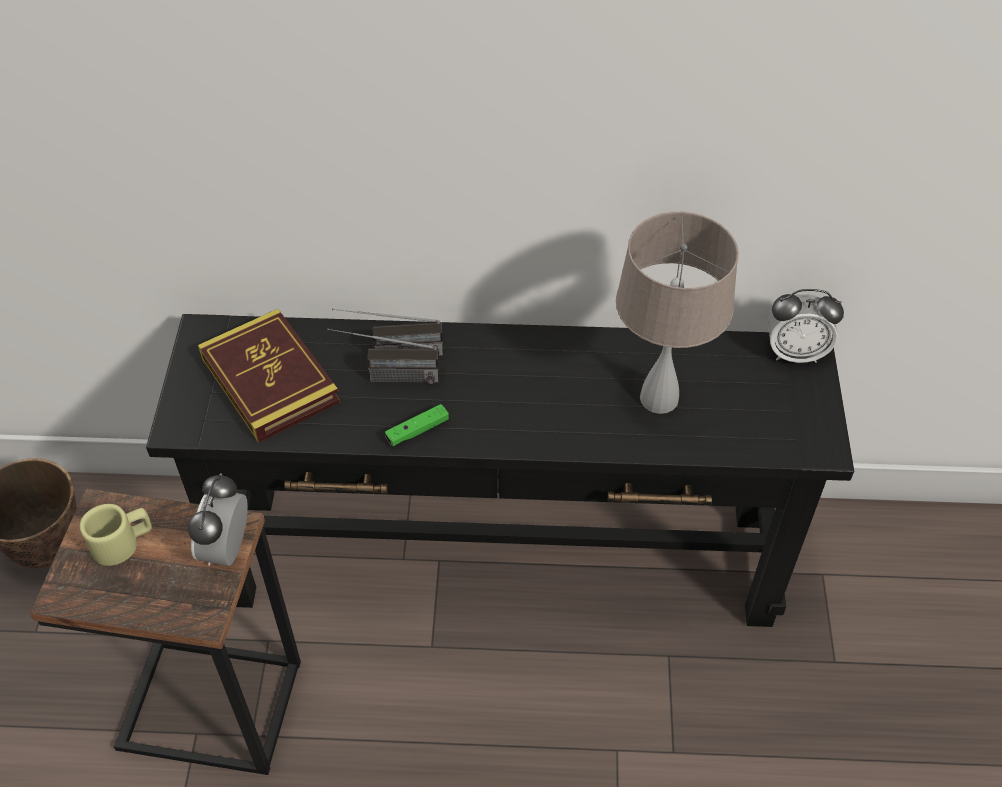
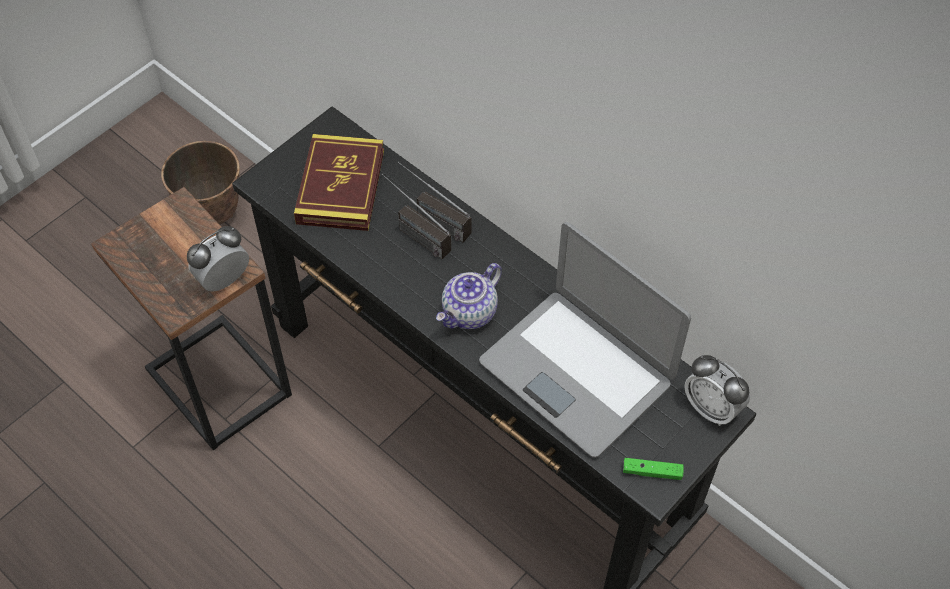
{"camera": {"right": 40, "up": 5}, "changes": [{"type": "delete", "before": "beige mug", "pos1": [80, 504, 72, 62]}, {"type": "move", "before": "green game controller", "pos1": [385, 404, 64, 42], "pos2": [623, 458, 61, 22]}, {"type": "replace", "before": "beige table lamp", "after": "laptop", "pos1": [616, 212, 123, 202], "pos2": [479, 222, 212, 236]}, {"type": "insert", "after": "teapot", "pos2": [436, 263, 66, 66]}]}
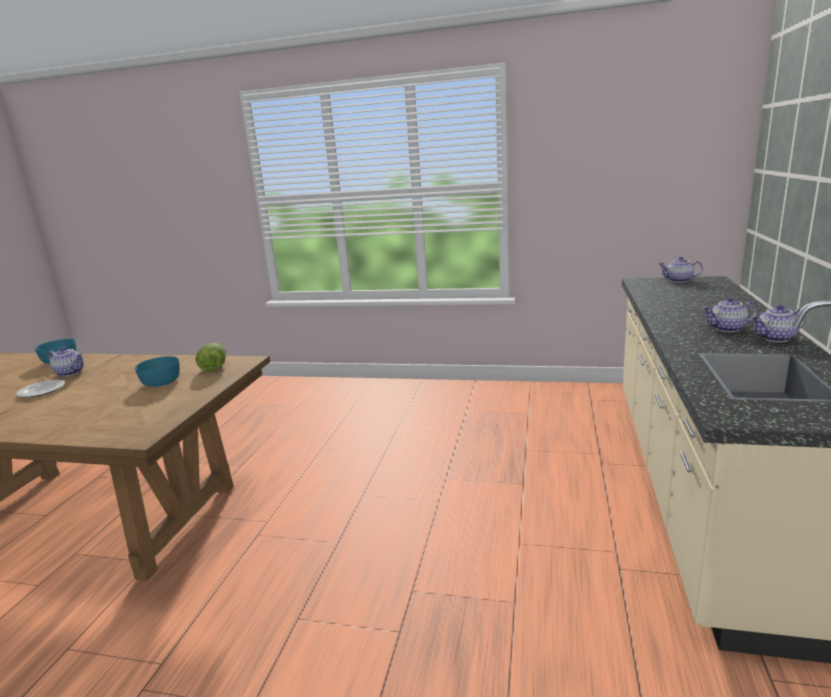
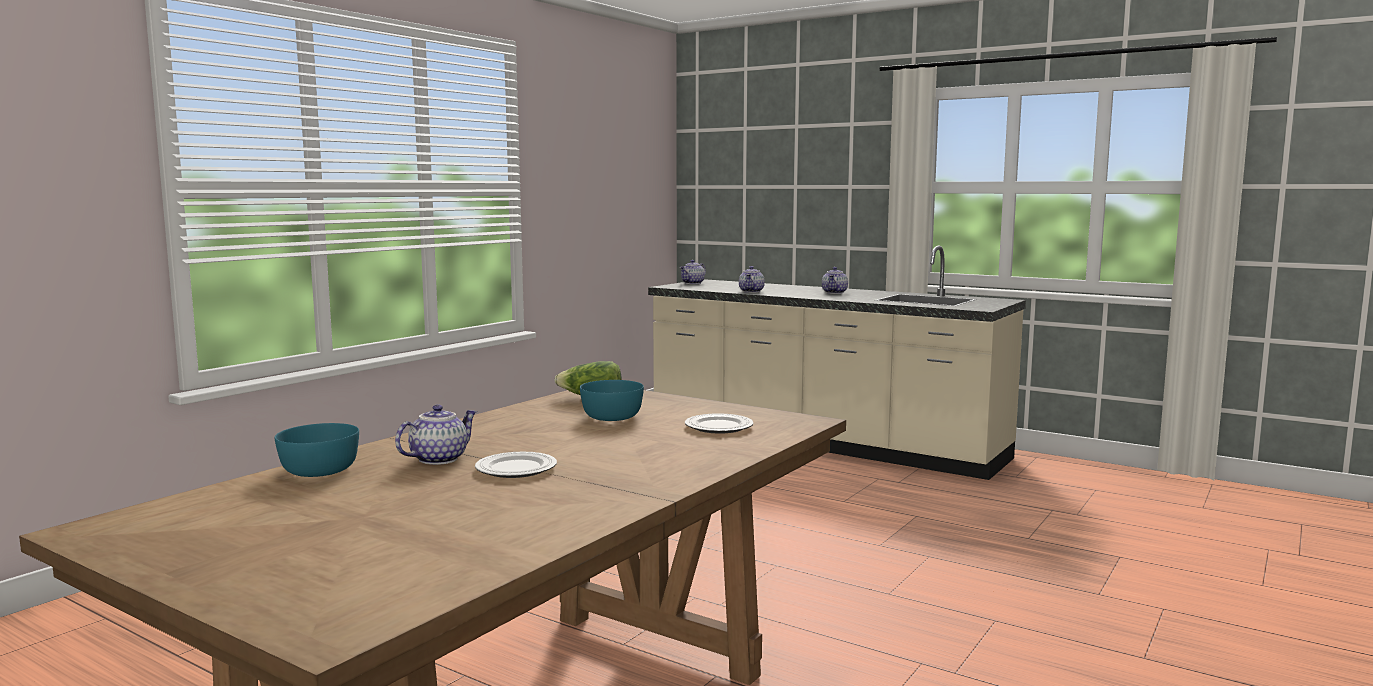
{"camera": {"right": -70, "up": -10}, "changes": [{"type": "move", "before": "teapot", "pos1": [751, 305, 55, 37], "pos2": [739, 266, 26, 27]}, {"type": "insert", "after": "plate", "pos2": [685, 413, 69, 21]}]}
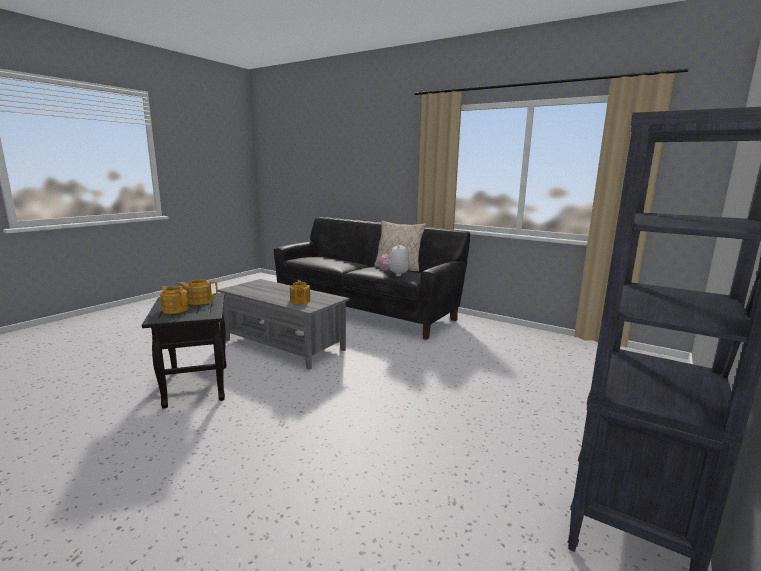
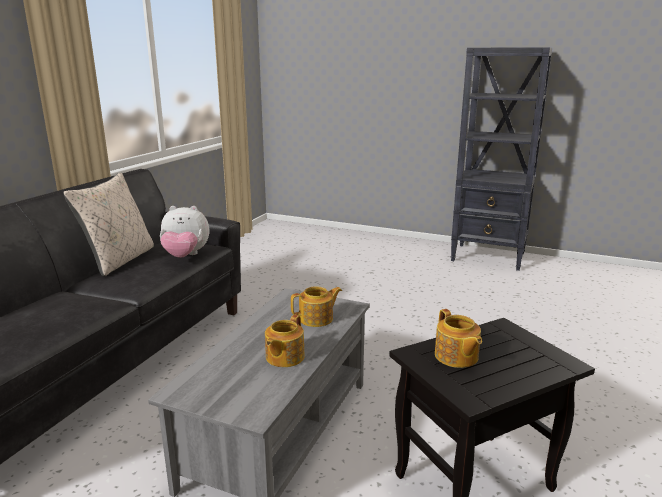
{"camera": {"right": -100, "up": 5}, "changes": [{"type": "move", "before": "teapot", "pos1": [160, 286, 29, 28], "pos2": [265, 315, 40, 52]}]}
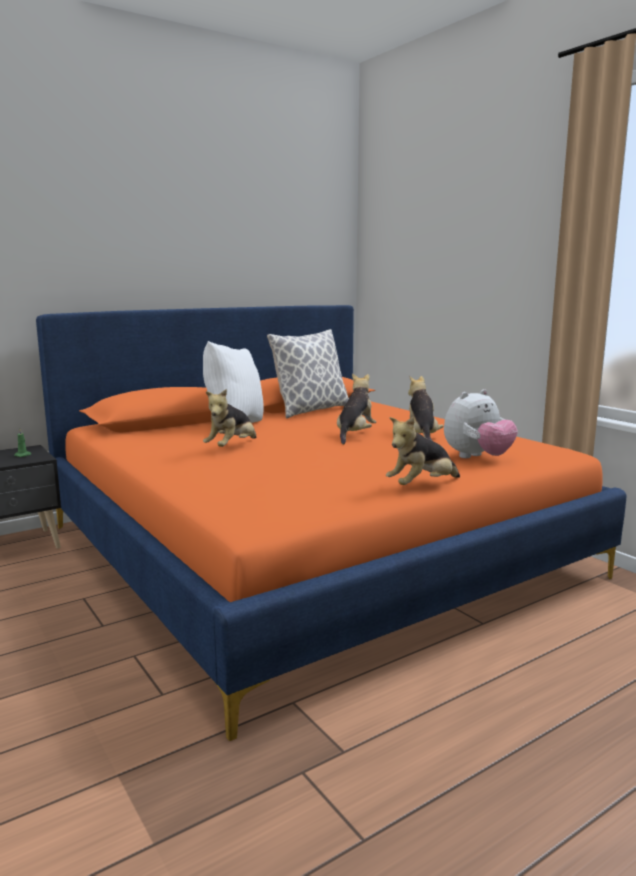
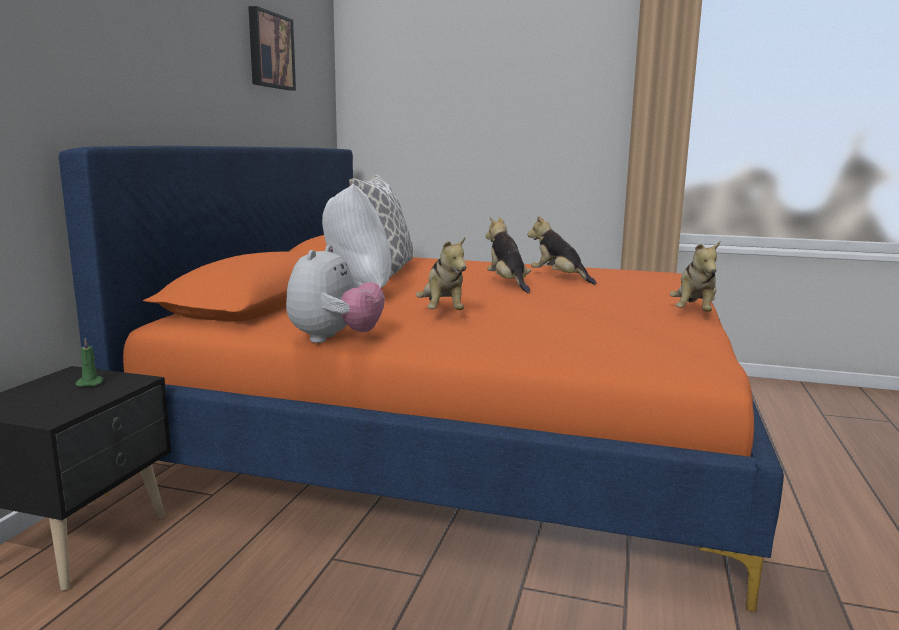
{"camera": {"right": -40, "up": 0}, "changes": [{"type": "move", "before": "plush toy", "pos1": [444, 389, 74, 69], "pos2": [286, 245, 99, 98]}, {"type": "insert", "after": "picture", "pos2": [248, 6, 48, 84]}]}
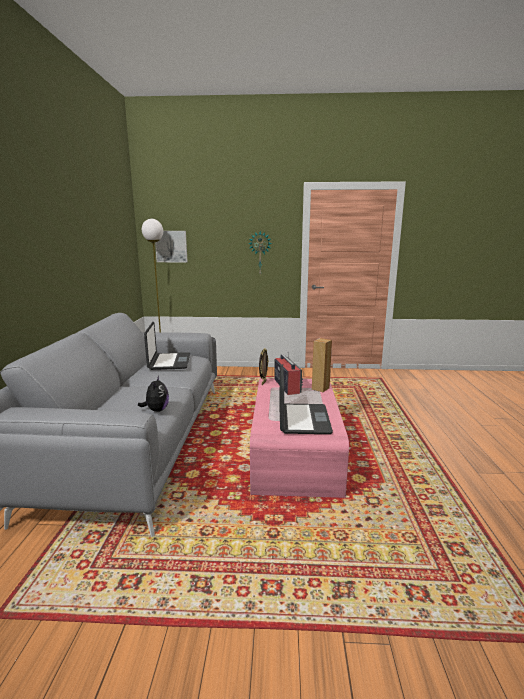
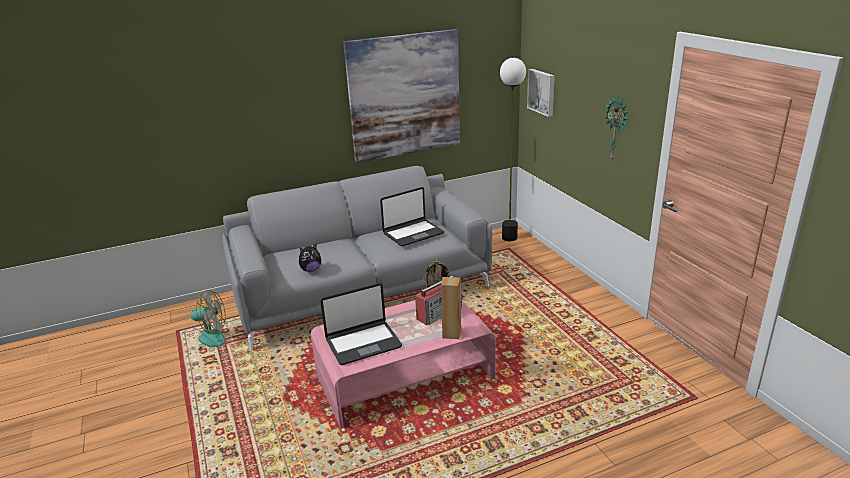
{"camera": {"right": 65, "up": 10}, "changes": [{"type": "insert", "after": "fan", "pos2": [187, 290, 39, 60]}, {"type": "insert", "after": "picture", "pos2": [343, 29, 117, 134]}]}
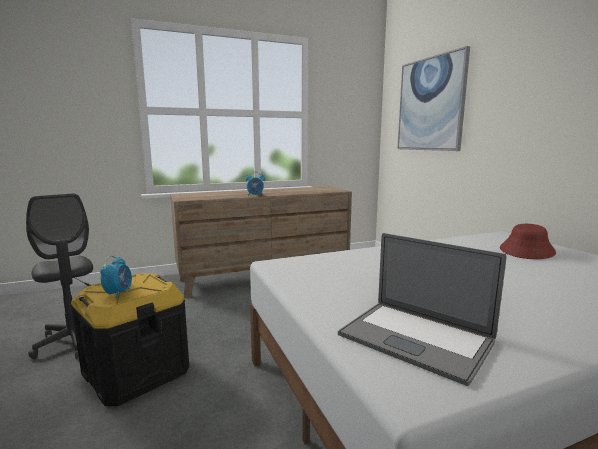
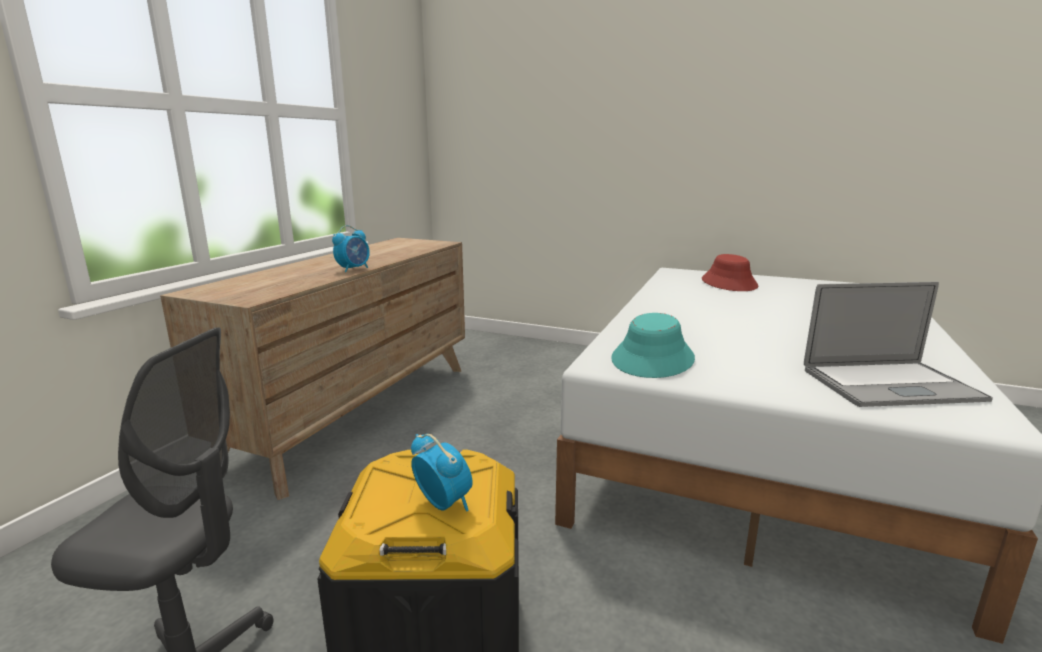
{"camera": {"right": -45, "up": 5}, "changes": [{"type": "delete", "before": "picture", "pos1": [397, 46, 73, 105]}, {"type": "insert", "after": "turquoise hat", "pos2": [611, 313, 84, 65]}]}
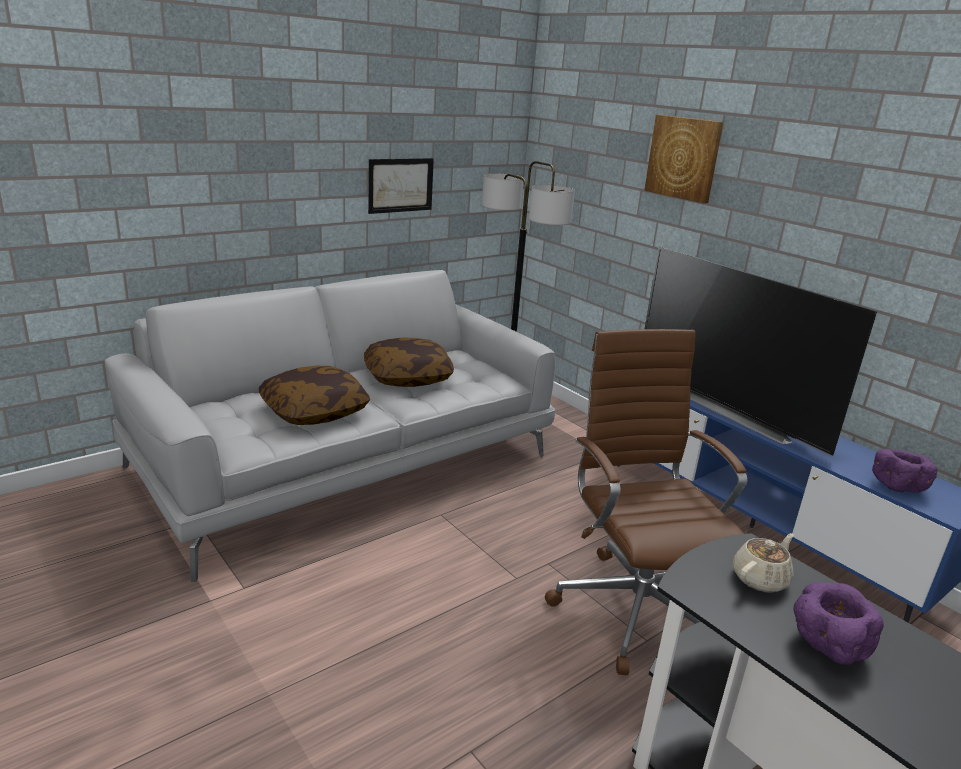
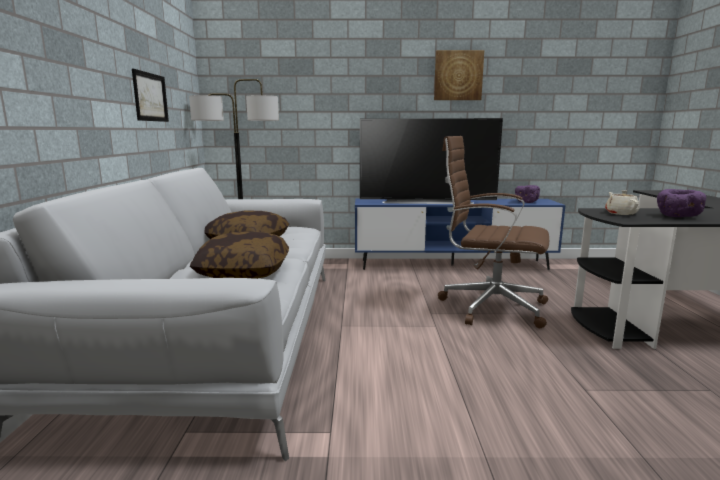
{"camera": {"right": -50, "up": -10}, "changes": [{"type": "move", "before": "picture", "pos1": [644, 115, 79, 89], "pos2": [434, 50, 50, 50]}]}
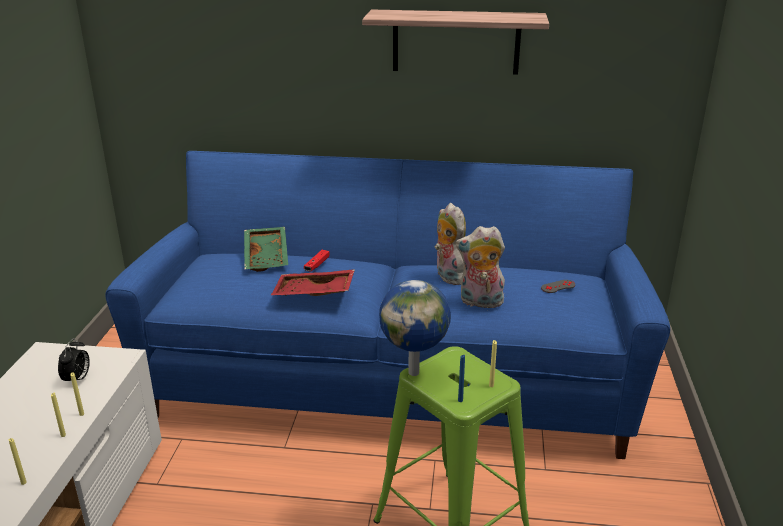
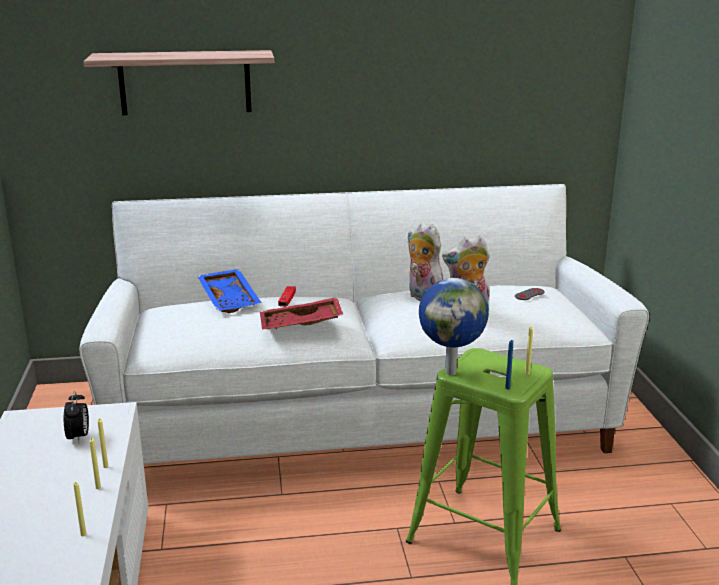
{"camera": {"right": -15, "up": -5}, "changes": [{"type": "recolor", "before": "blue sofa", "after": "white sofa", "pos1": [105, 151, 565, 308], "pos2": [79, 184, 570, 280]}, {"type": "recolor", "before": "green tray", "after": "blue tray", "pos1": [244, 227, 44, 45], "pos2": [197, 269, 65, 44]}, {"type": "move", "before": "shelf", "pos1": [362, 10, 187, 65], "pos2": [83, 50, 191, 65]}]}
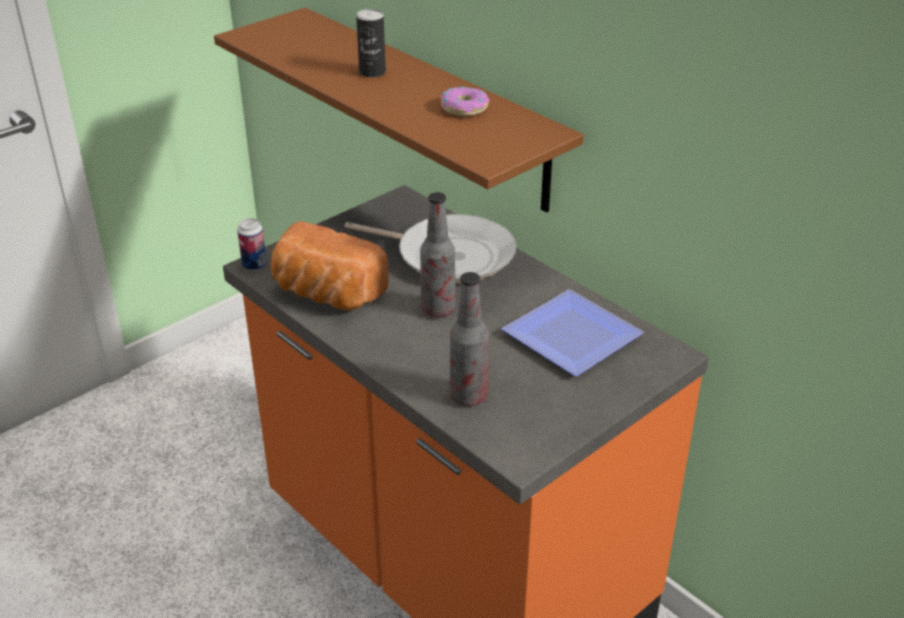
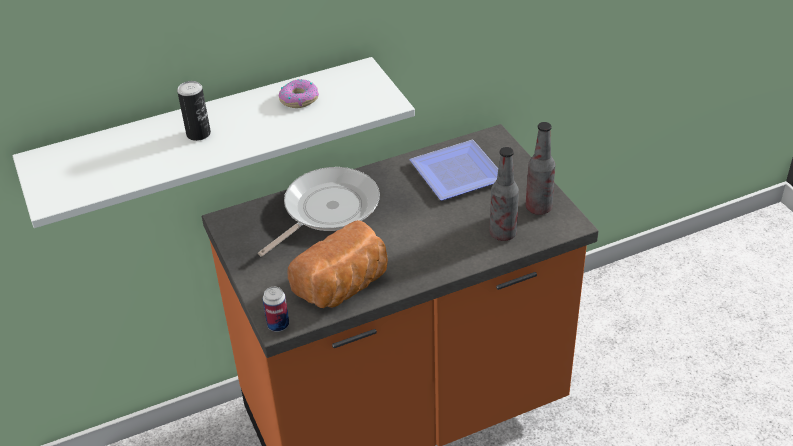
{"camera": {"right": -70, "up": 5}, "changes": [{"type": "recolor", "before": "brown shelf", "after": "white shelf", "pos1": [214, 8, 370, 205], "pos2": [13, 57, 402, 171]}, {"type": "move", "before": "bottle", "pos1": [420, 192, 35, 125], "pos2": [526, 122, 29, 93]}]}
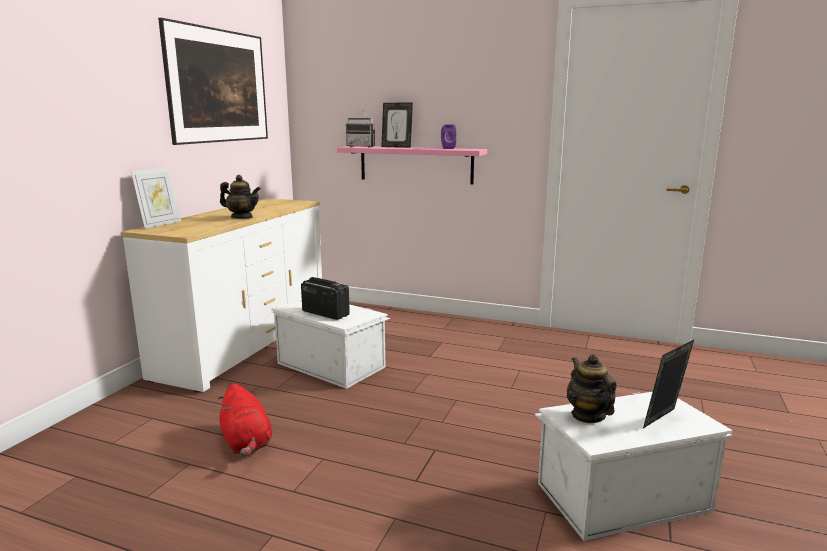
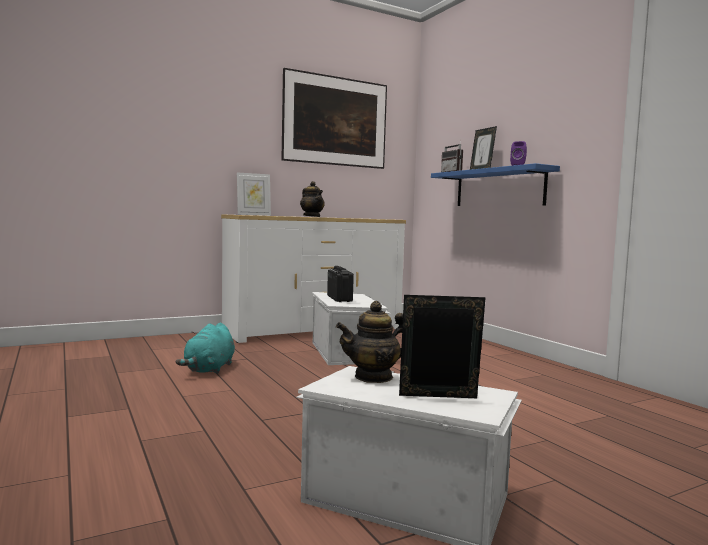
{"camera": {"right": 40, "up": -10}, "changes": [{"type": "recolor", "before": "red plush toy", "after": "turquoise plush toy", "pos1": [218, 383, 54, 73], "pos2": [175, 323, 60, 51]}, {"type": "recolor", "before": "pink shelf", "after": "blue shelf", "pos1": [337, 146, 150, 38], "pos2": [431, 163, 129, 43]}, {"type": "rotate", "before": "teapot", "pos1": [567, 354, 50, 69], "pos2": [336, 301, 67, 82], "turn": -135}]}
